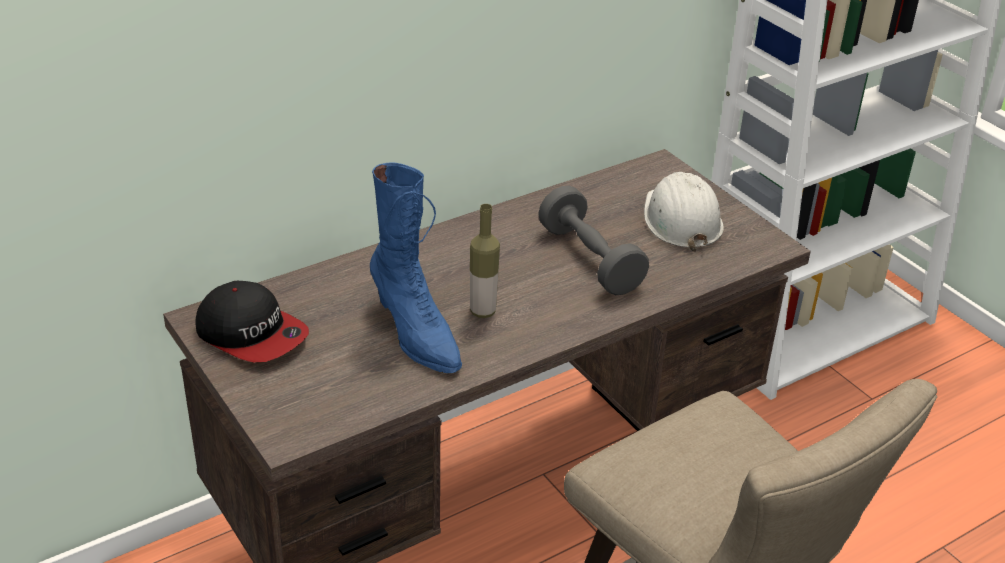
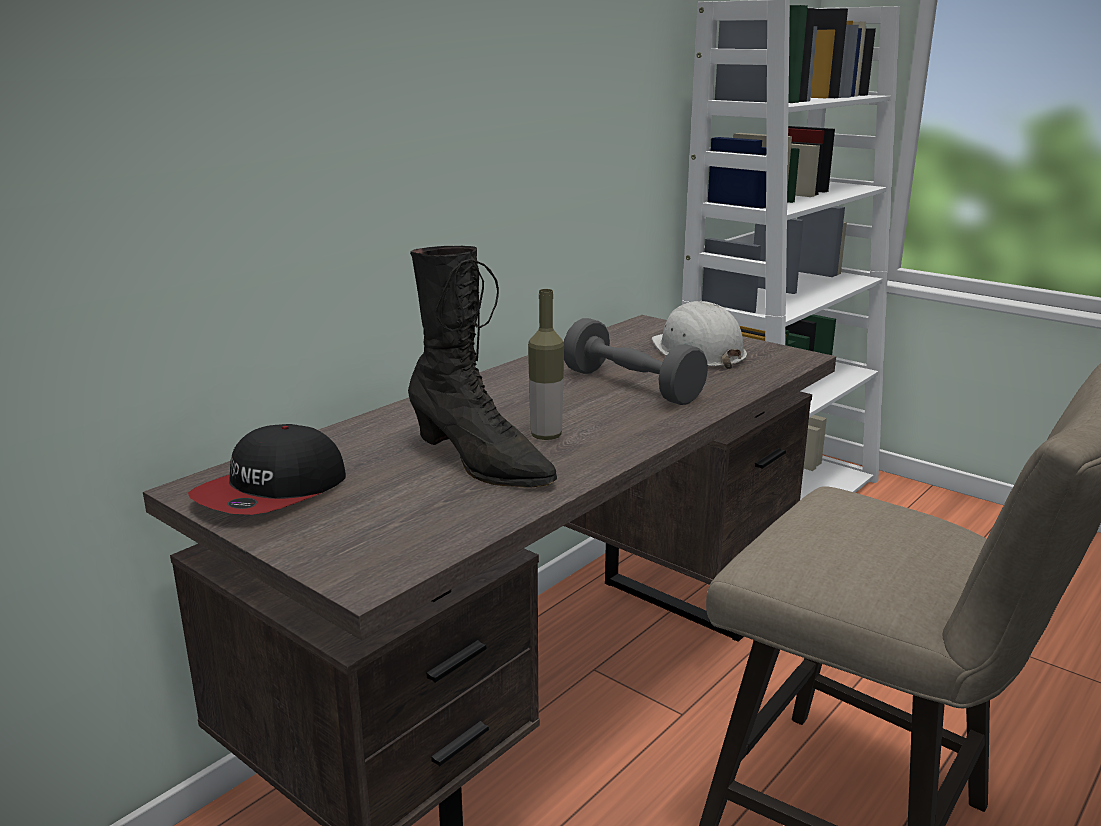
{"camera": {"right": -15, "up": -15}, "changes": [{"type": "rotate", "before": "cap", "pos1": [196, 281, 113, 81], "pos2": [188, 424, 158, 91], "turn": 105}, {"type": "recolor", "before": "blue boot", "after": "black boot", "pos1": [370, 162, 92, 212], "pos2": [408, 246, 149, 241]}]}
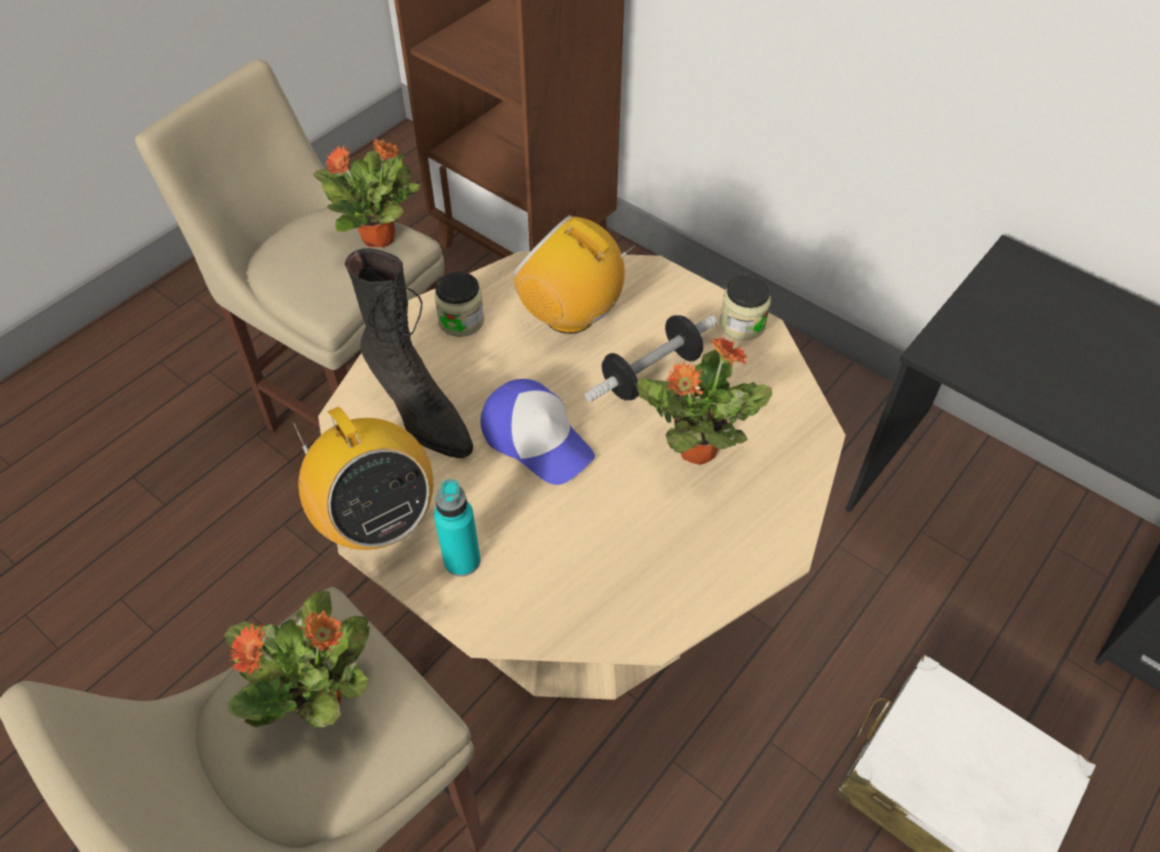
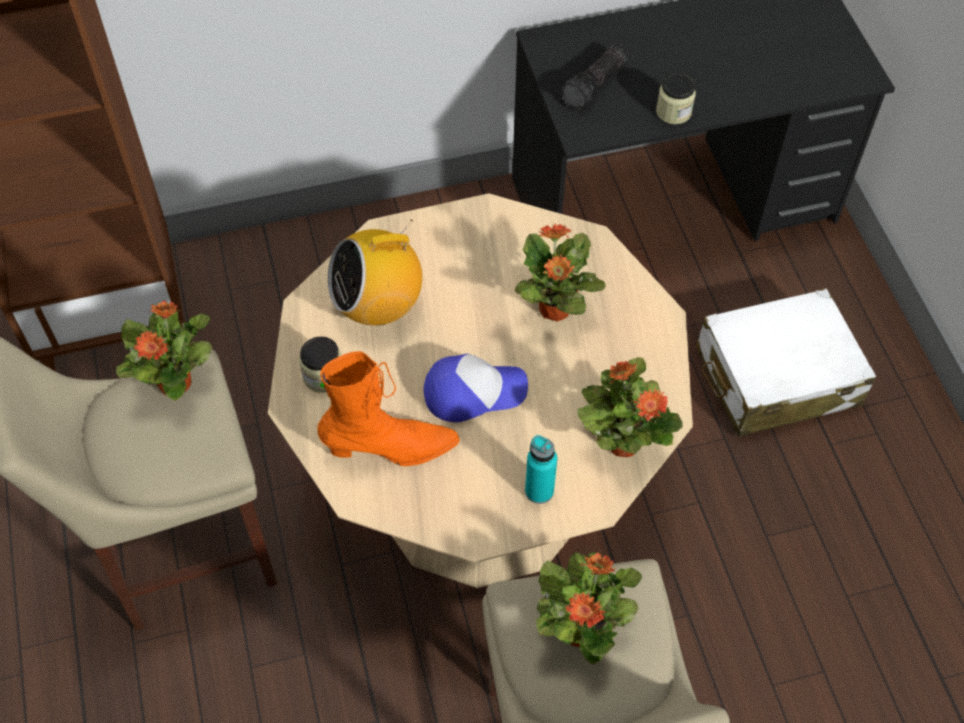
{"camera": {"right": -55, "up": 5}, "changes": [{"type": "delete", "before": "radio", "pos1": [292, 407, 141, 143]}, {"type": "recolor", "before": "black boot", "after": "orange boot", "pos1": [345, 248, 128, 210], "pos2": [317, 351, 143, 115]}, {"type": "delete", "before": "dumbbell", "pos1": [585, 315, 132, 87]}, {"type": "move", "before": "jar", "pos1": [719, 275, 52, 65], "pos2": [656, 73, 40, 51]}, {"type": "insert", "after": "flashlight", "pos2": [561, 44, 67, 66]}, {"type": "insert", "after": "potted plant", "pos2": [577, 357, 106, 100]}]}
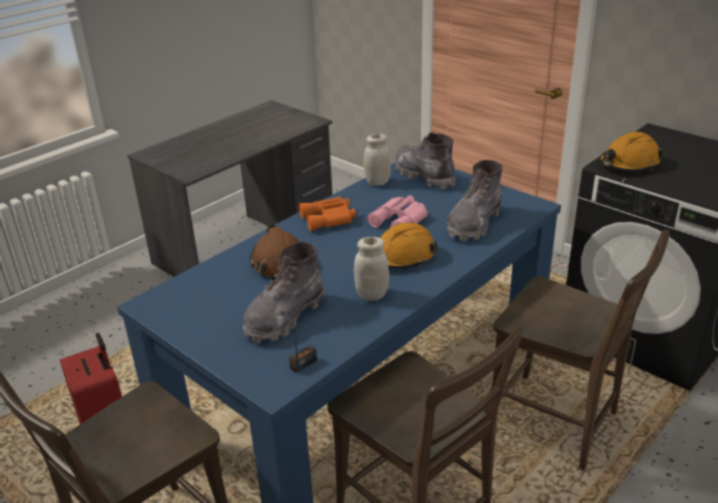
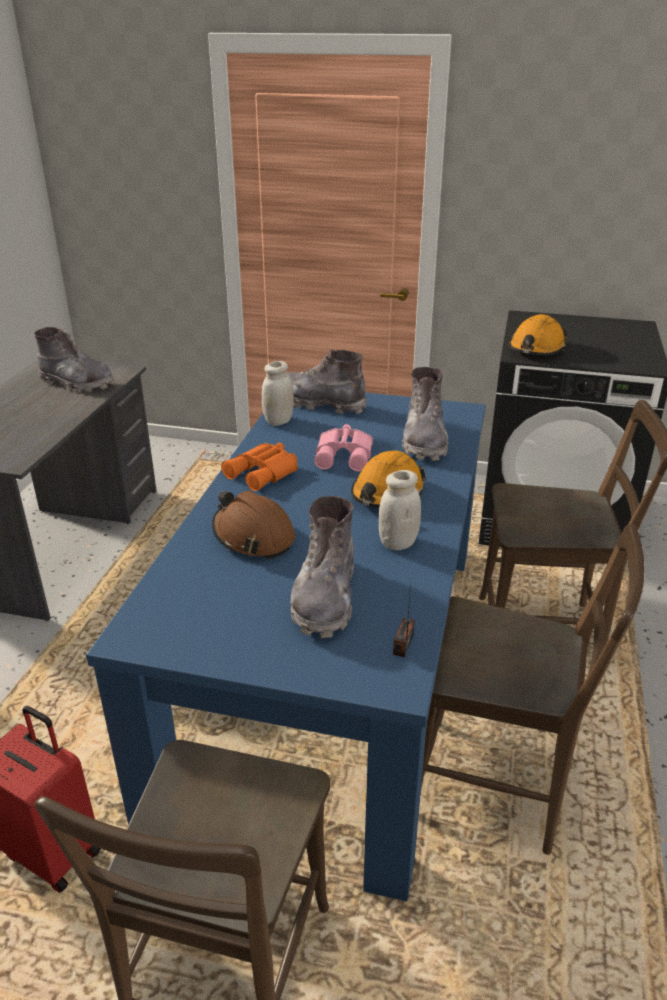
{"camera": {"right": -30, "up": 0}, "changes": [{"type": "insert", "after": "grey boot", "pos2": [34, 327, 80, 66]}]}
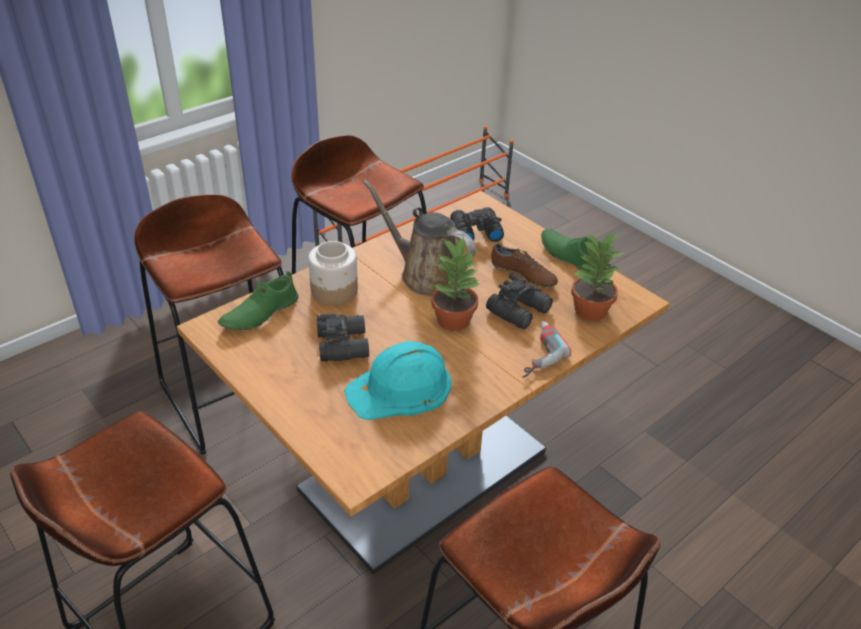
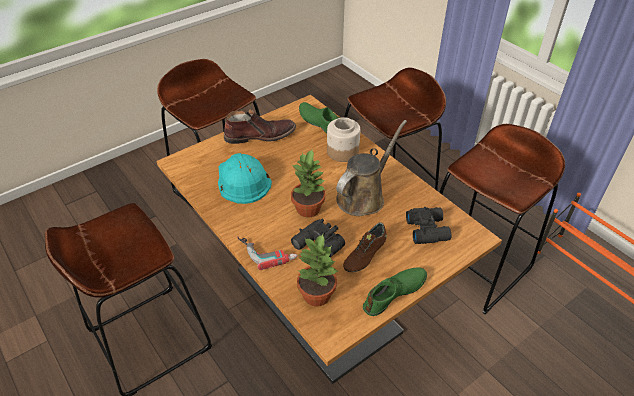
{"camera": {"right": 95, "up": 5}, "changes": [{"type": "delete", "before": "black binoculars", "pos1": [317, 313, 52, 49]}, {"type": "insert", "after": "brown boot", "pos2": [224, 109, 72, 35]}]}
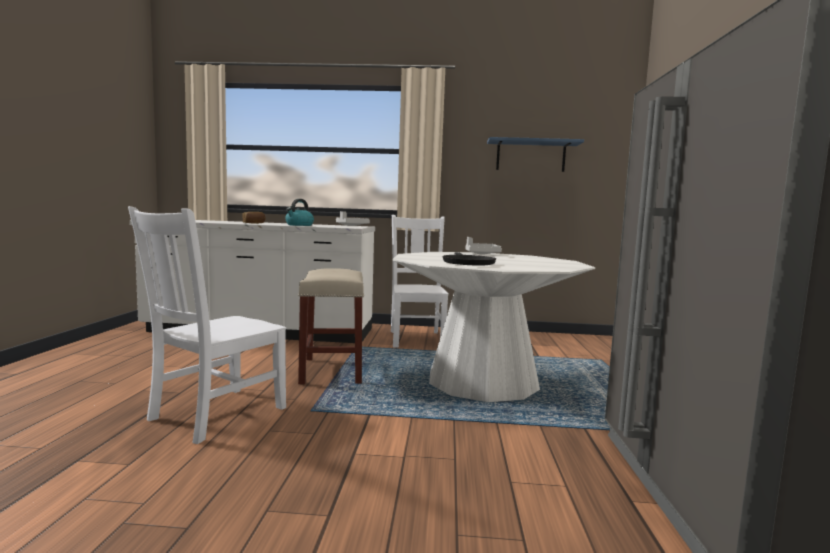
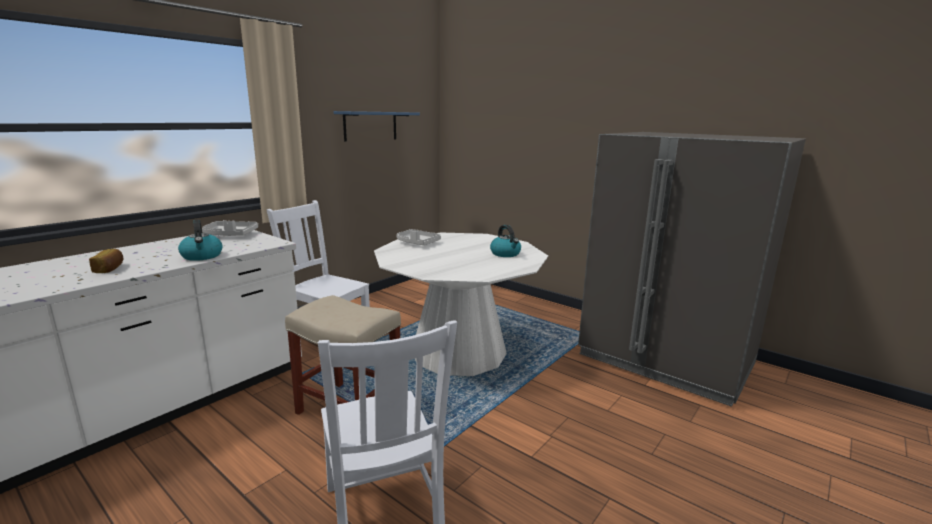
{"camera": {"right": -55, "up": 10}, "changes": [{"type": "delete", "before": "black frying pan", "pos1": [442, 252, 54, 13]}, {"type": "insert", "after": "kettle", "pos2": [490, 225, 31, 32]}]}
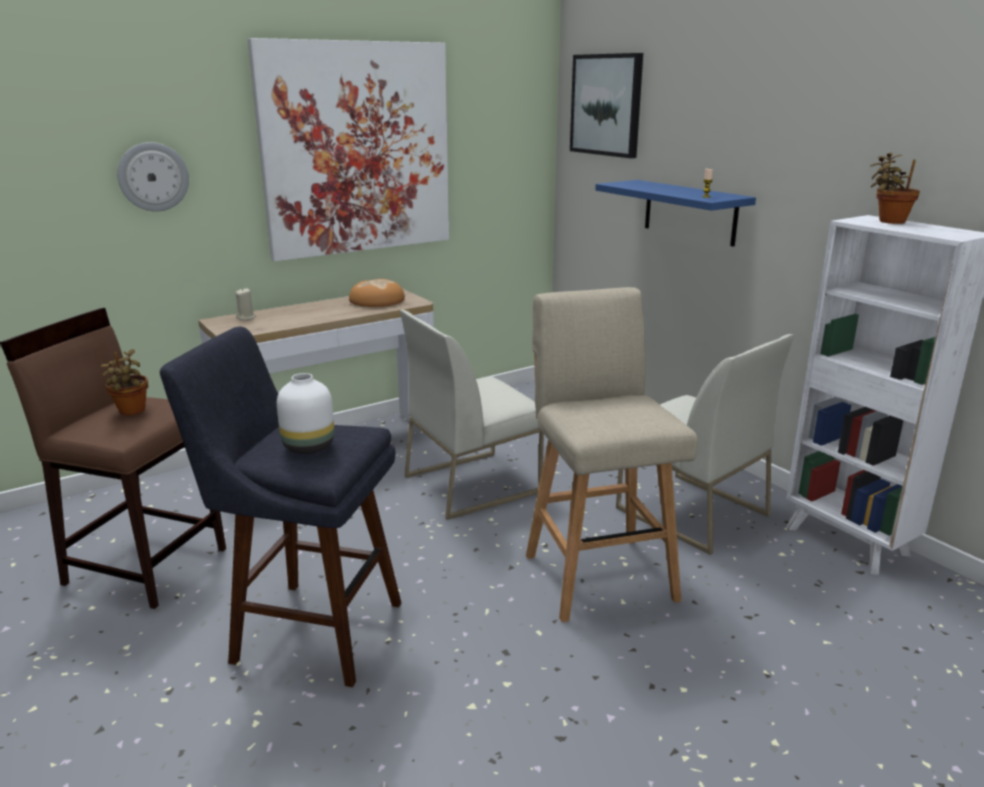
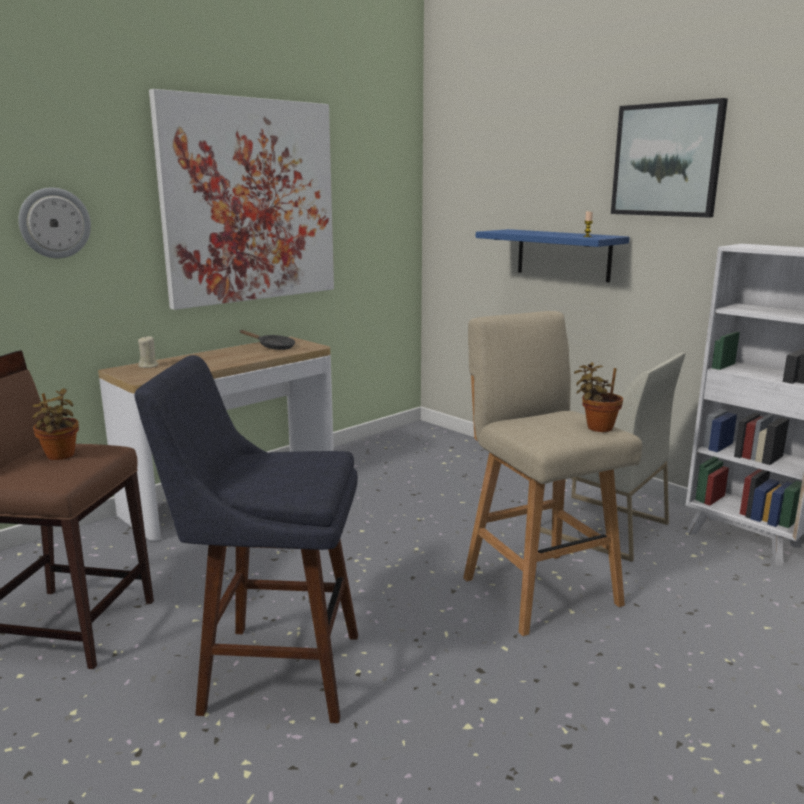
{"camera": {"right": -10, "up": -5}, "changes": [{"type": "delete", "before": "white vase", "pos1": [277, 373, 57, 81]}, {"type": "replace", "before": "bread", "after": "black frying pan", "pos1": [349, 279, 56, 28], "pos2": [240, 330, 55, 20]}, {"type": "delete", "before": "white chair", "pos1": [400, 310, 144, 210]}, {"type": "move", "before": "picture", "pos1": [570, 53, 73, 105], "pos2": [611, 98, 117, 120]}, {"type": "move", "before": "potted plant", "pos1": [870, 153, 50, 71], "pos2": [574, 362, 49, 70]}]}
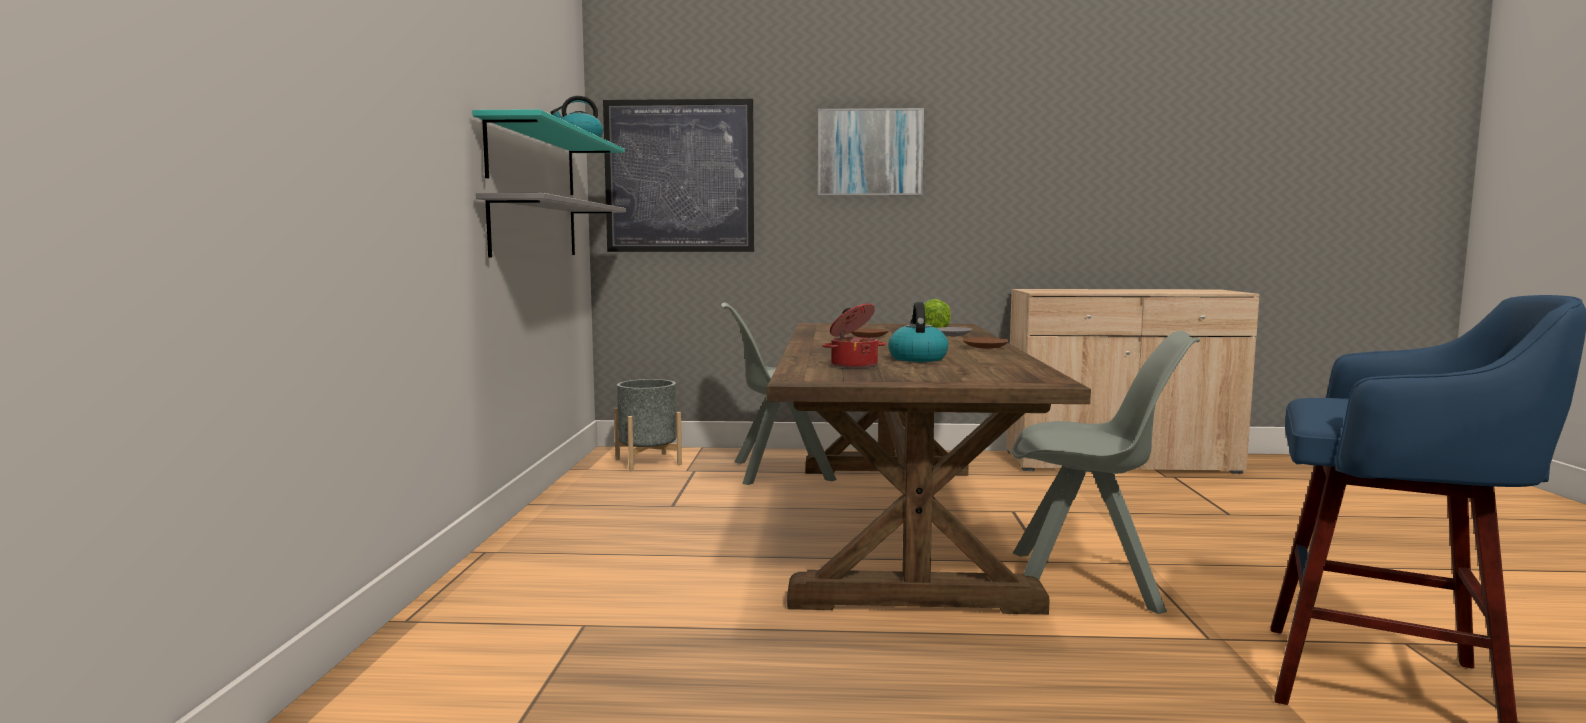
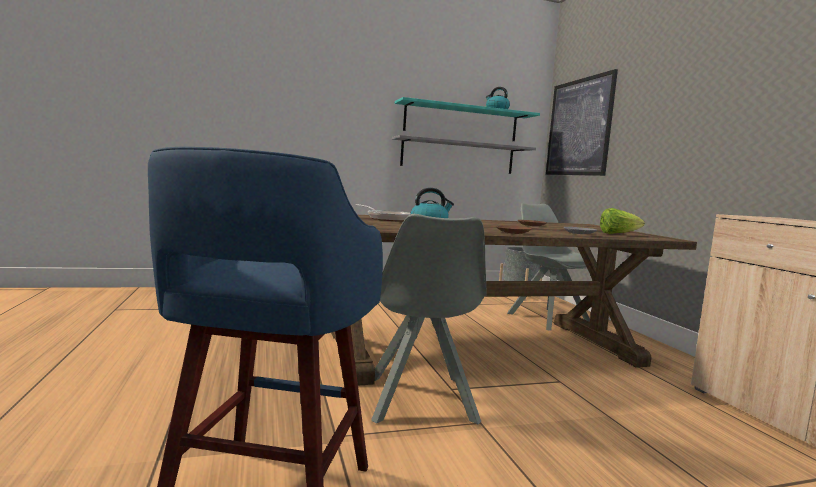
{"camera": {"right": 70, "up": 0}, "changes": [{"type": "delete", "before": "picture", "pos1": [818, 108, 106, 88]}, {"type": "replace", "before": "cooking pot", "after": "frying pan", "pos1": [823, 303, 63, 65], "pos2": [356, 204, 54, 17]}]}
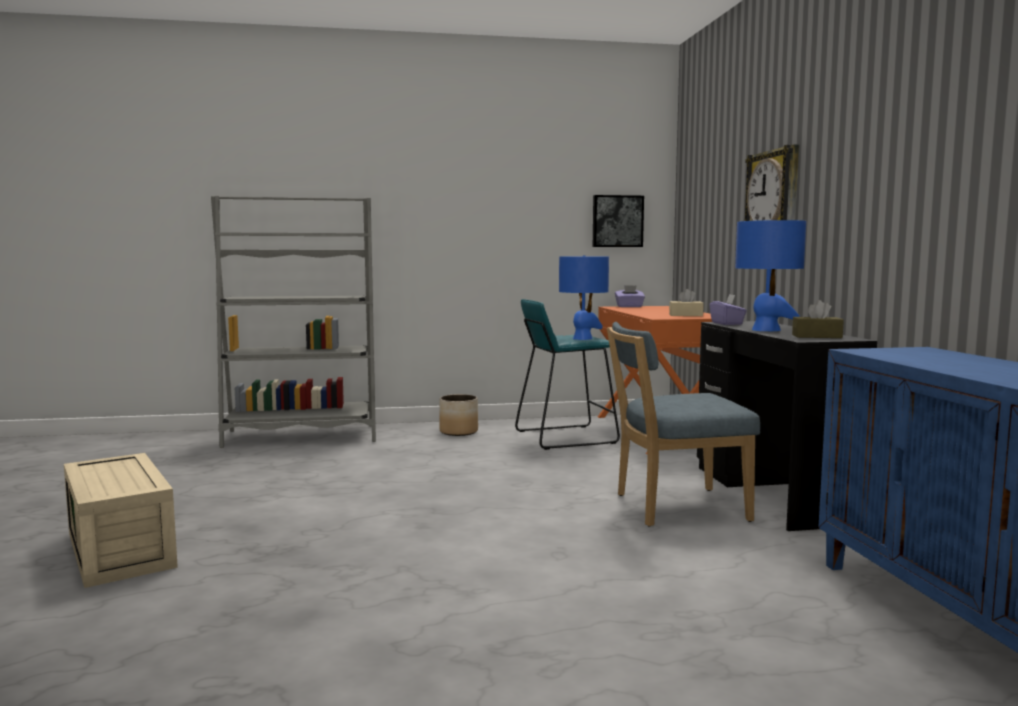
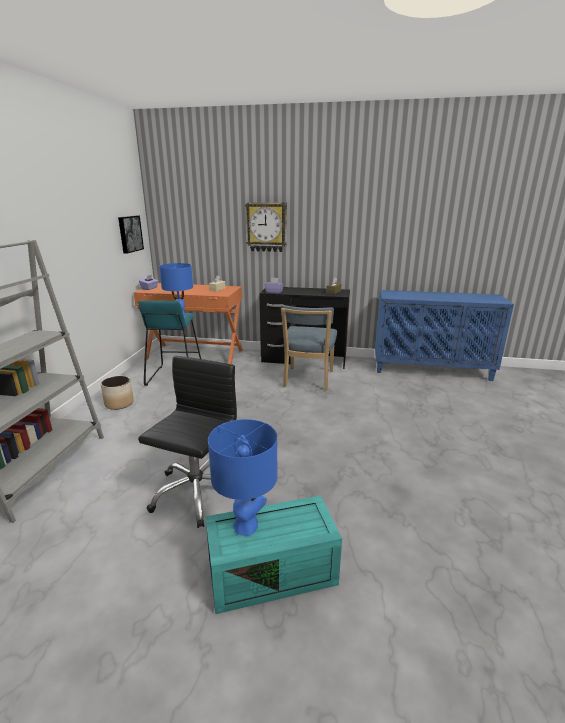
{"camera": {"right": -70, "up": 15}, "changes": [{"type": "recolor", "before": "beige storage box", "after": "turquoise storage box", "pos1": [64, 453, 114, 135], "pos2": [205, 496, 137, 118]}, {"type": "move", "before": "blue table lamp", "pos1": [735, 220, 71, 111], "pos2": [208, 419, 69, 117]}, {"type": "insert", "after": "black office chair", "pos2": [138, 356, 99, 172]}]}
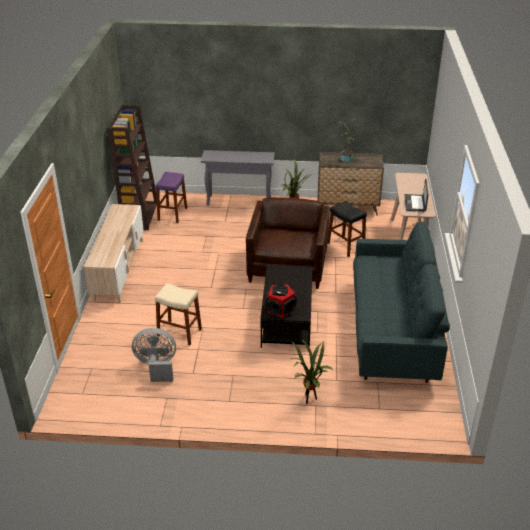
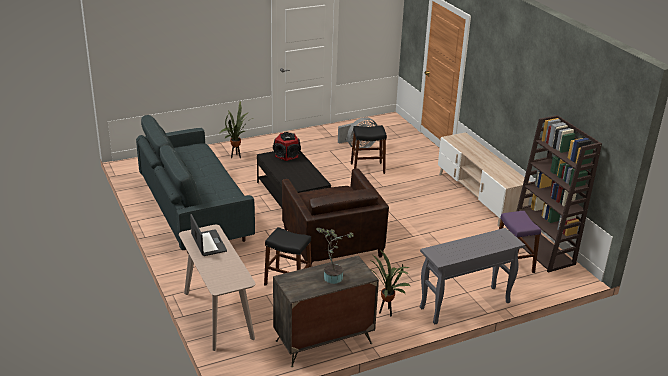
{"camera": {"right": 150, "up": -5}, "changes": [{"type": "recolor", "before": "beige stool", "after": "black stool", "pos1": [155, 283, 47, 62], "pos2": [351, 125, 36, 49]}]}
